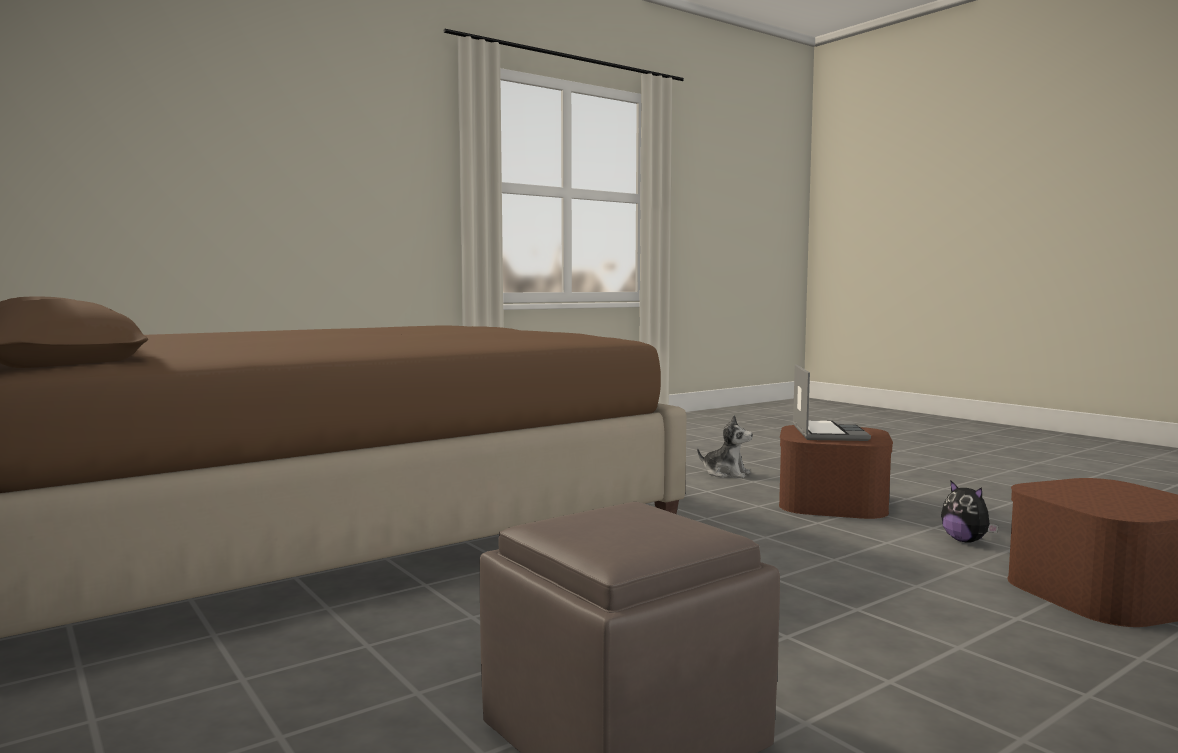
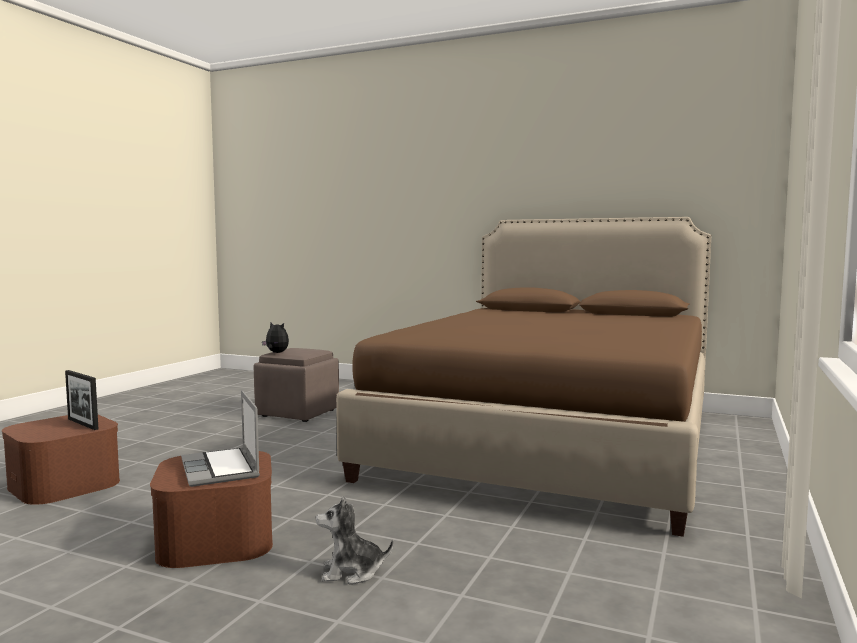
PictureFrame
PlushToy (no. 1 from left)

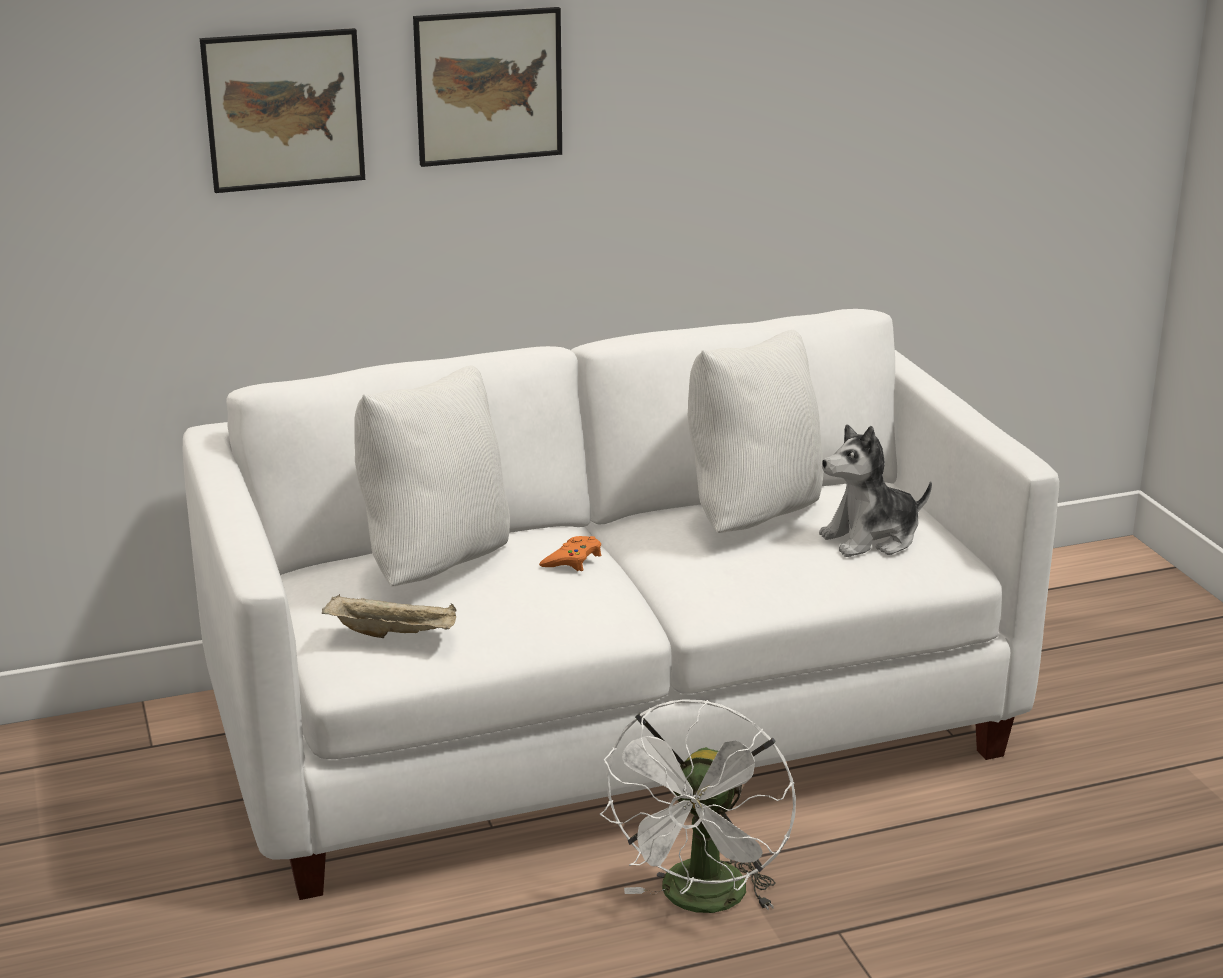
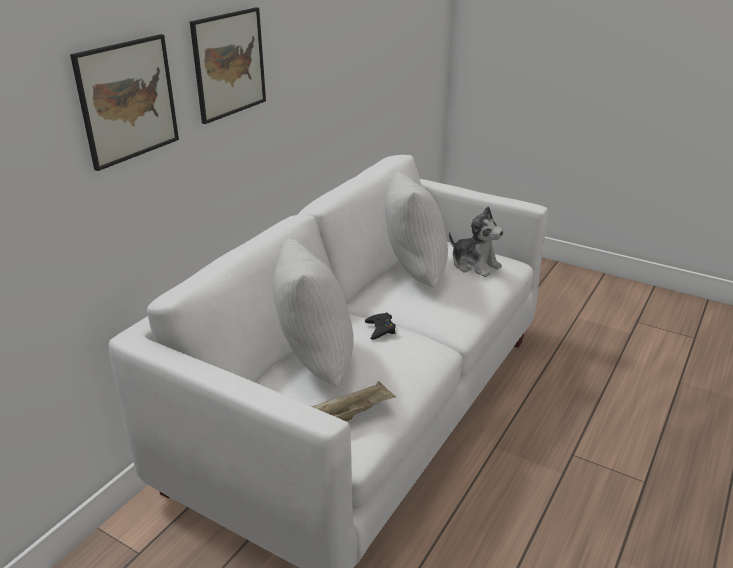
BlackGameController
PlushToy
WhiteFan

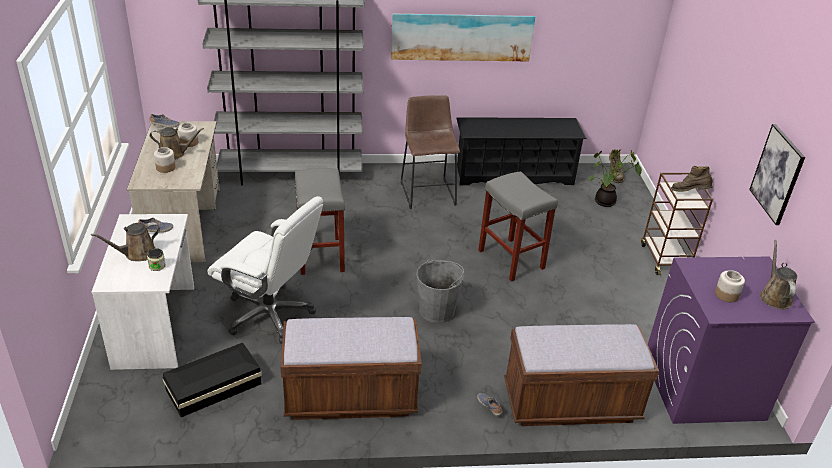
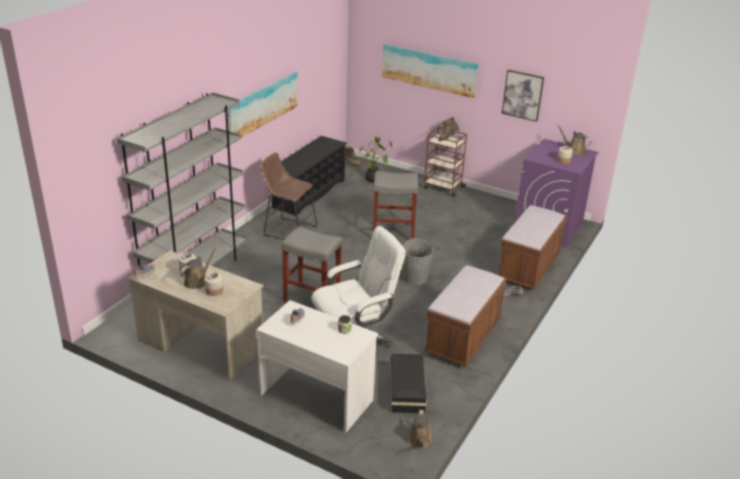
Picture (no. 2 from left)
BrownWateringCan (no. 2 from left)

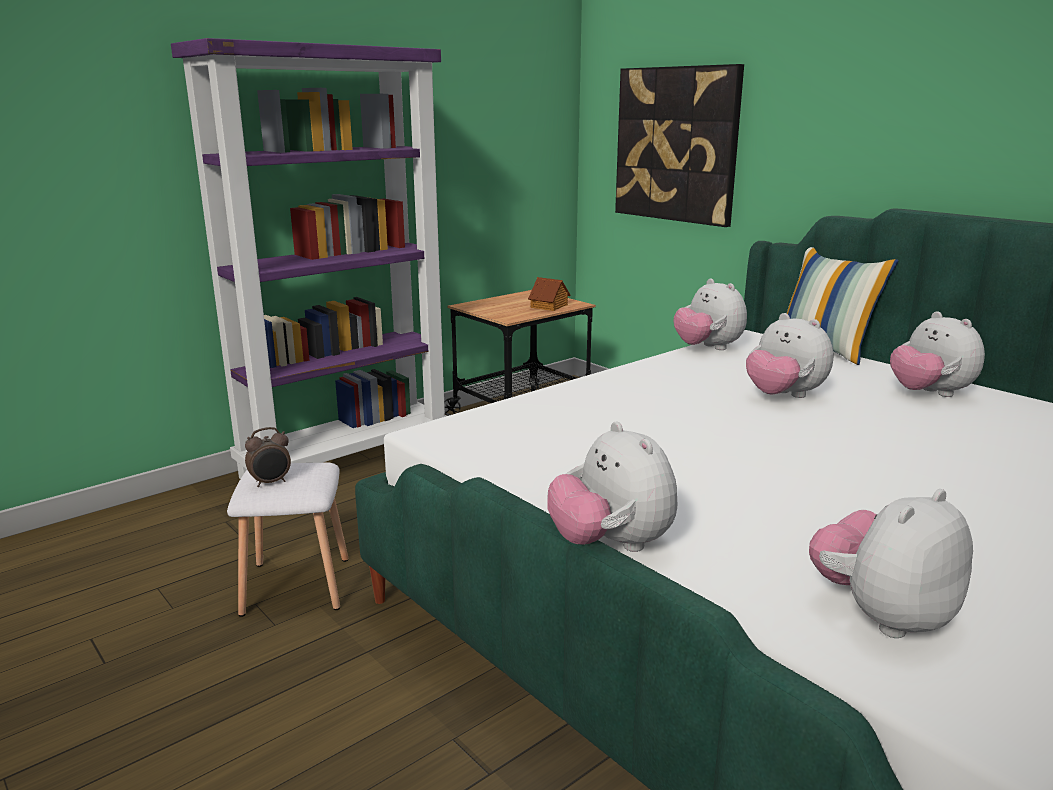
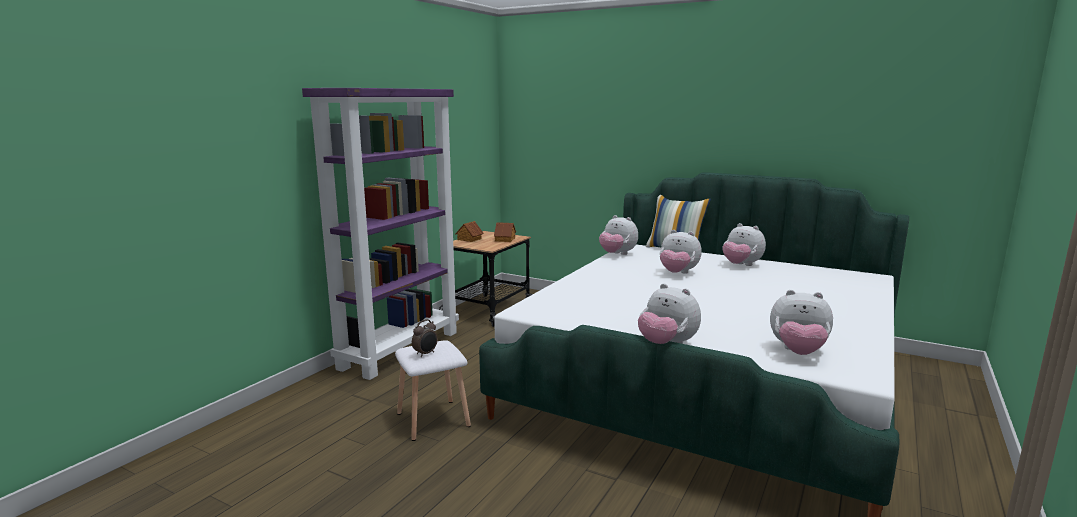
ToyHouse (no. 1 from left)
PlushToy (no. 5 from left)
Picture

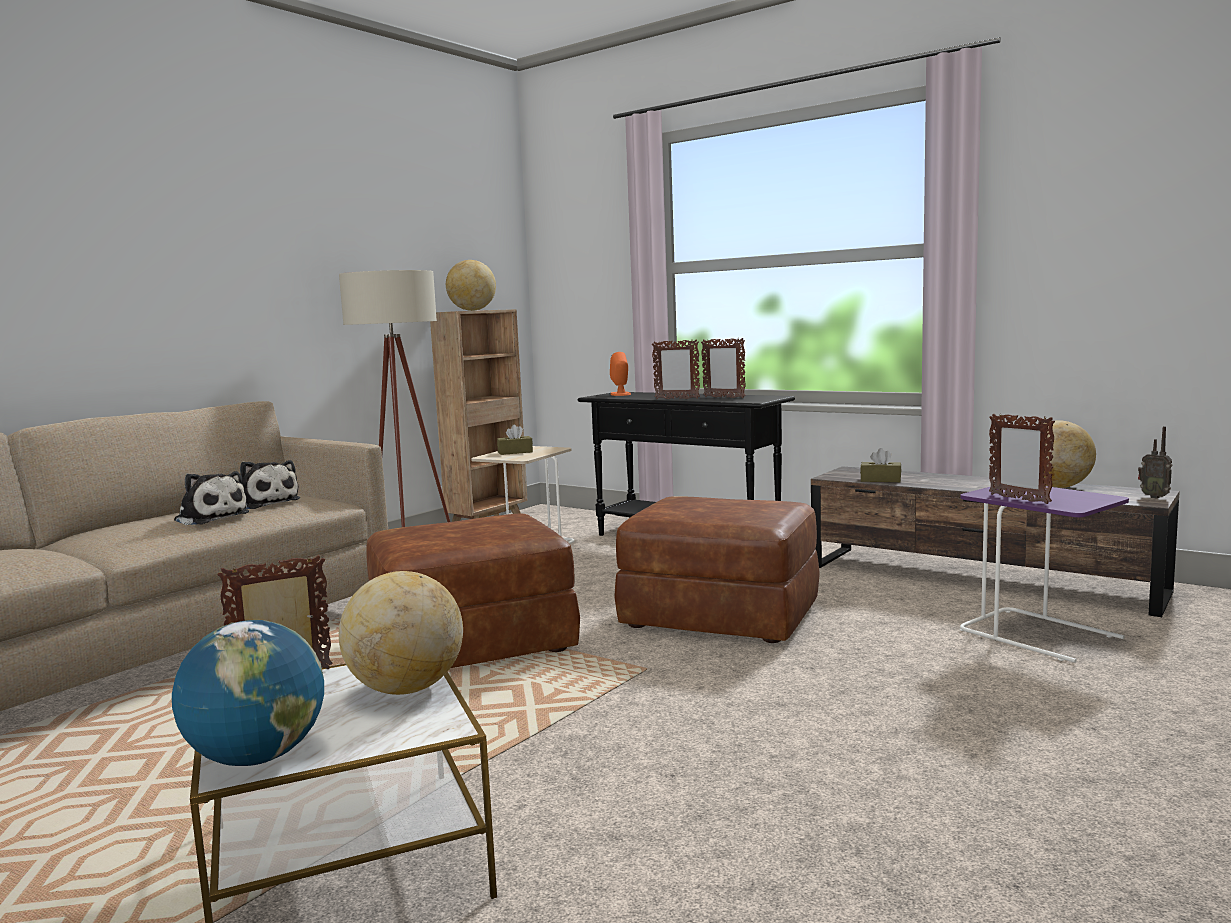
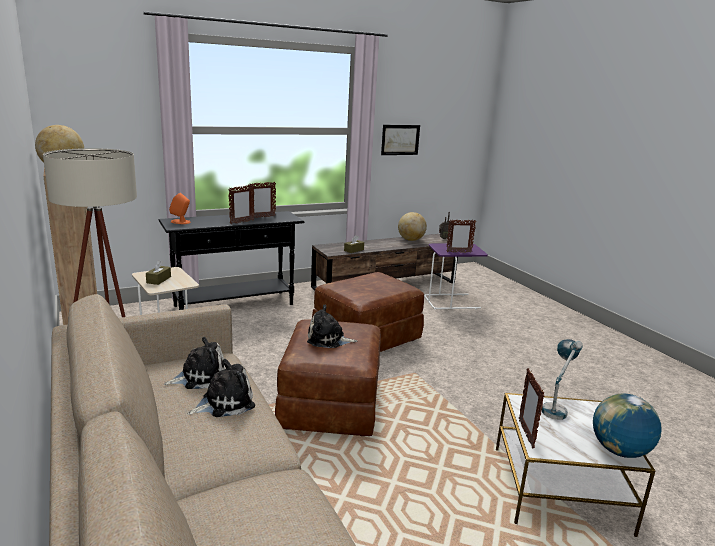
PlushToy (no. 3 from left)
Picture
TableLamp

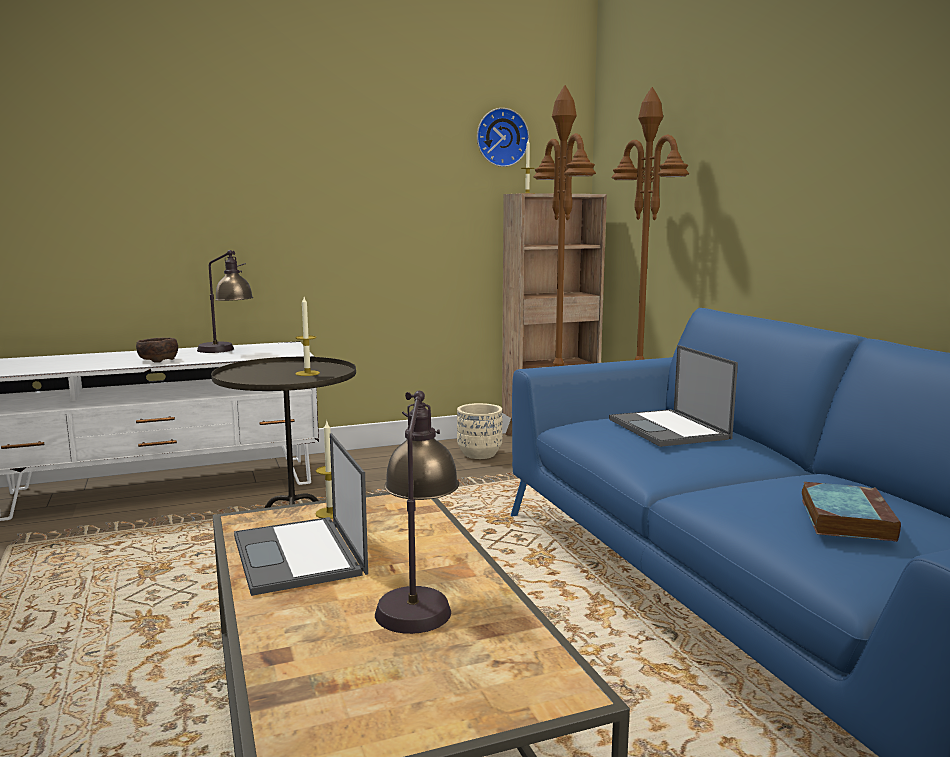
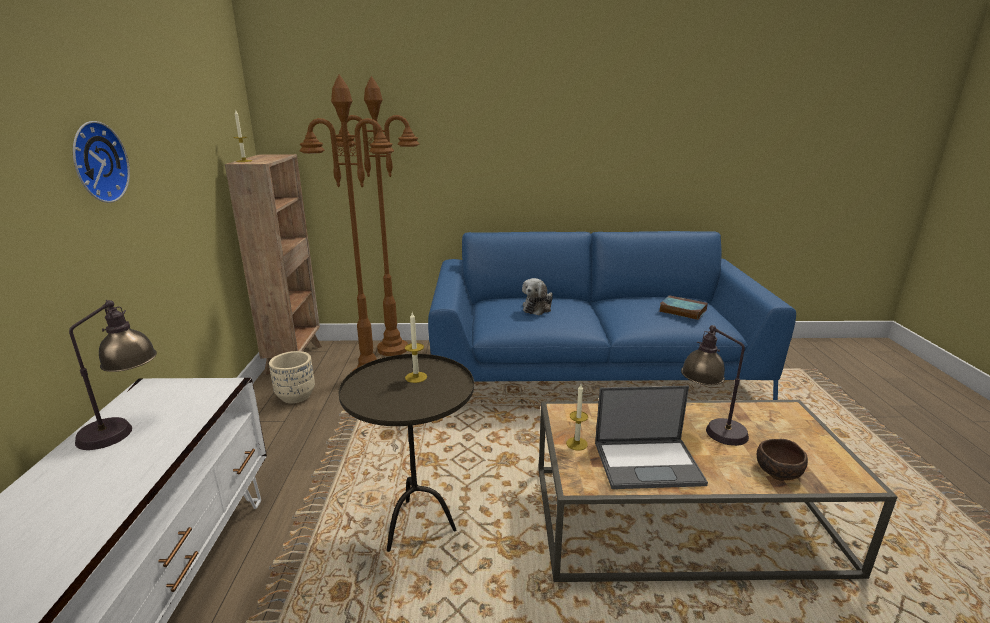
WallClock
PlushToy
BrownBowl

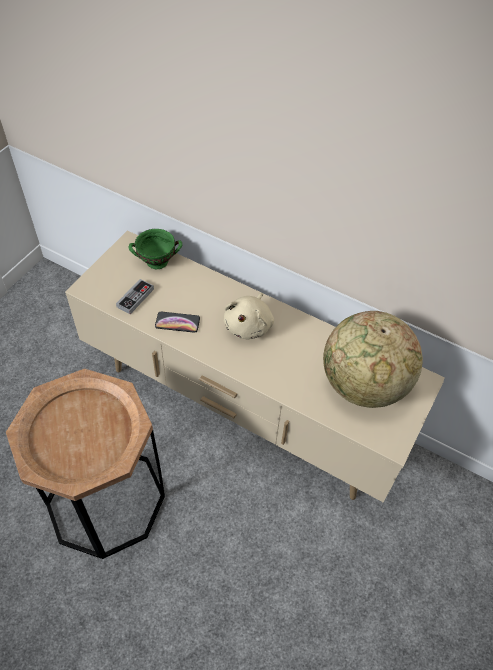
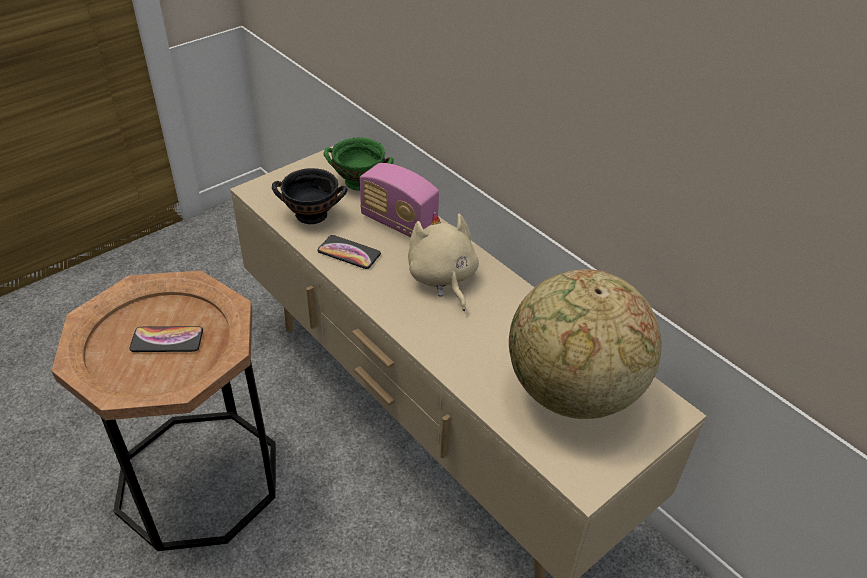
Phone (no. 1 from left)
BlackBowl
Radio
BeigePlushToy

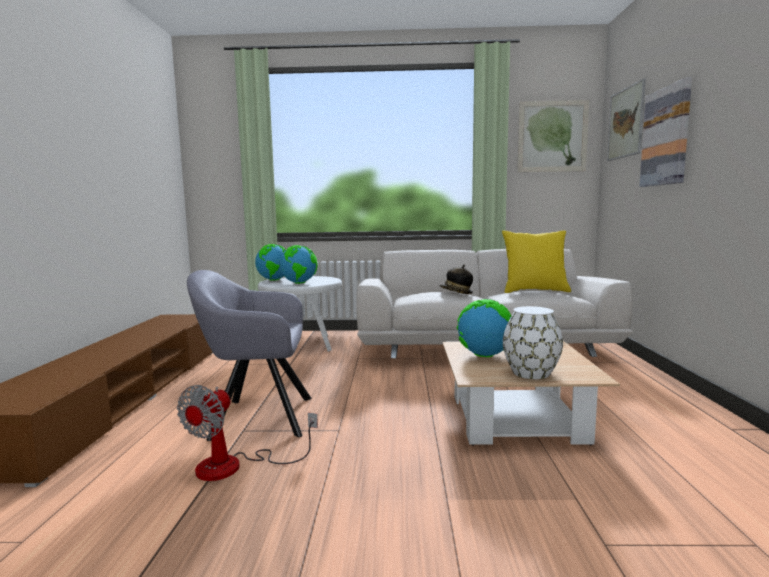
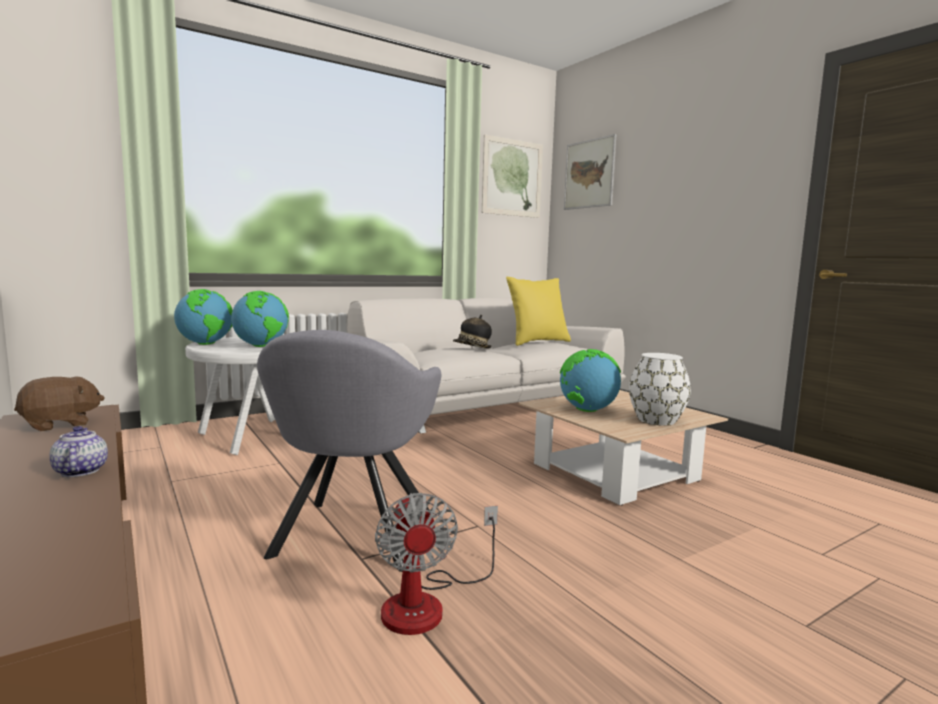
BrownPlushToy
Teapot
GreyArmchair
Picture (no. 3 from left in the first image)

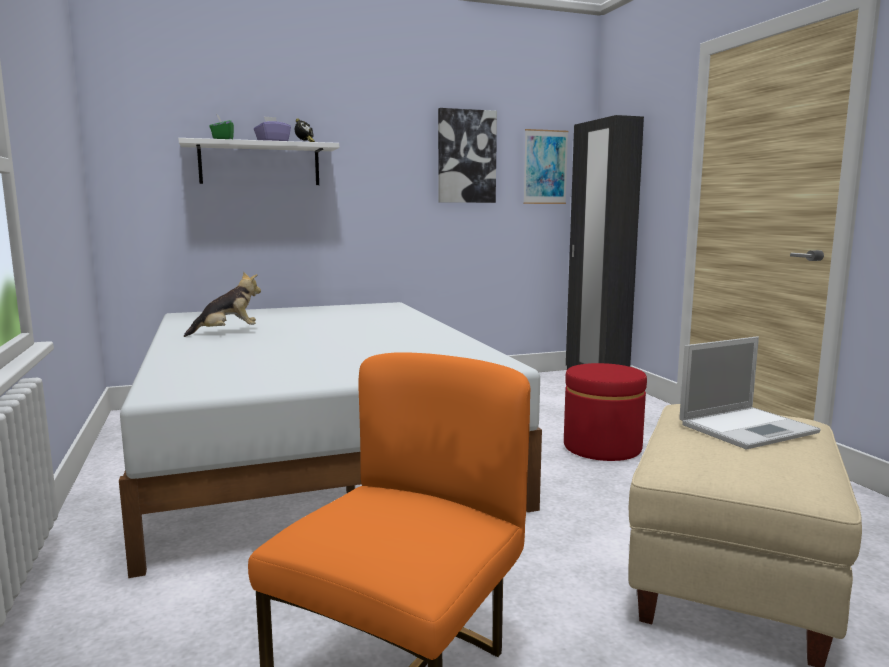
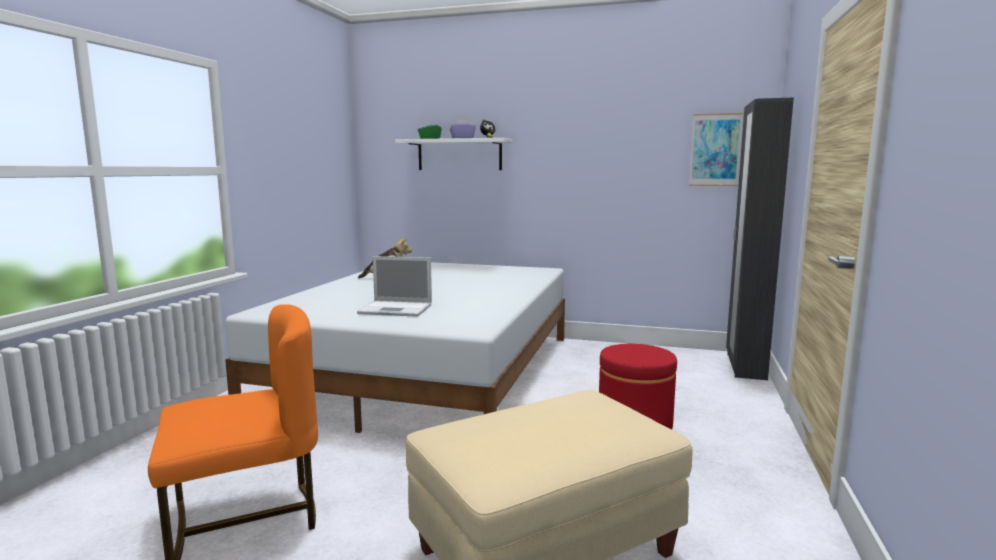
Laptop
Picture (no. 1 from left in the first image)

